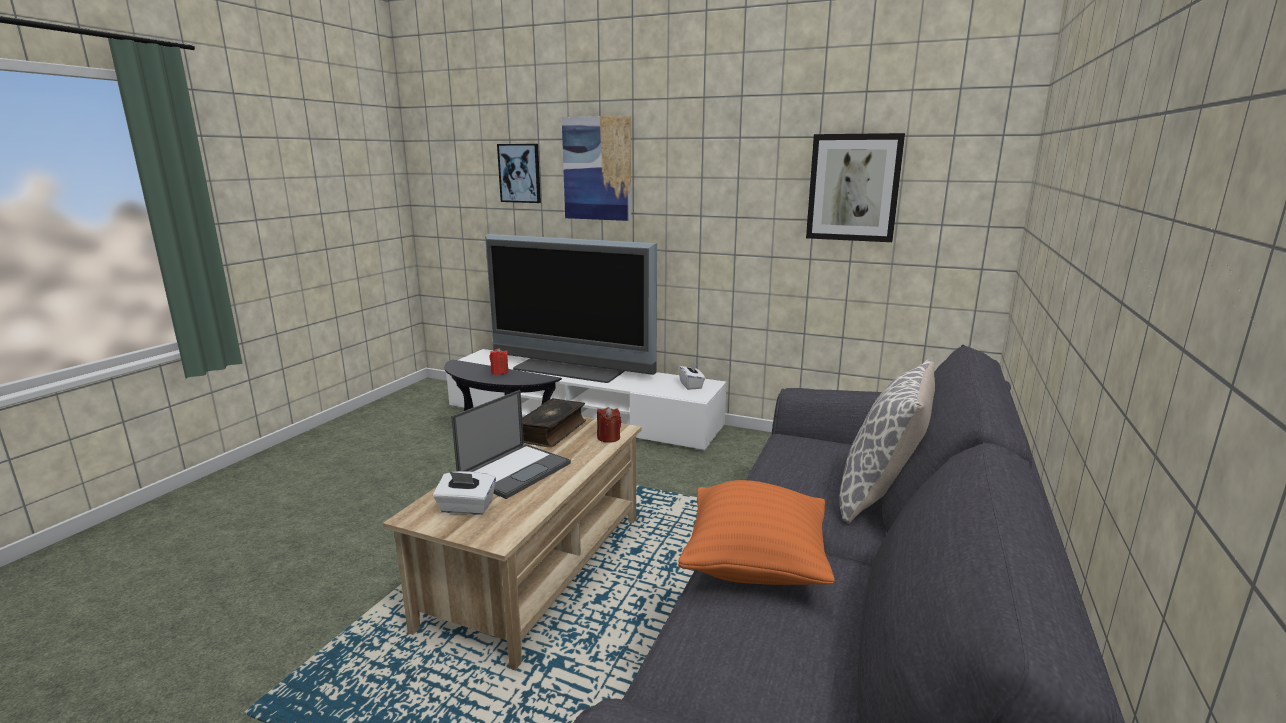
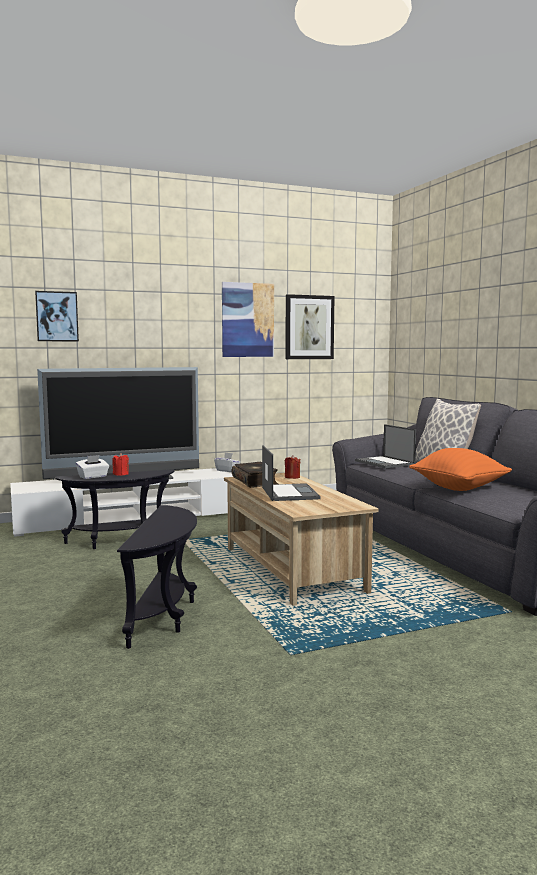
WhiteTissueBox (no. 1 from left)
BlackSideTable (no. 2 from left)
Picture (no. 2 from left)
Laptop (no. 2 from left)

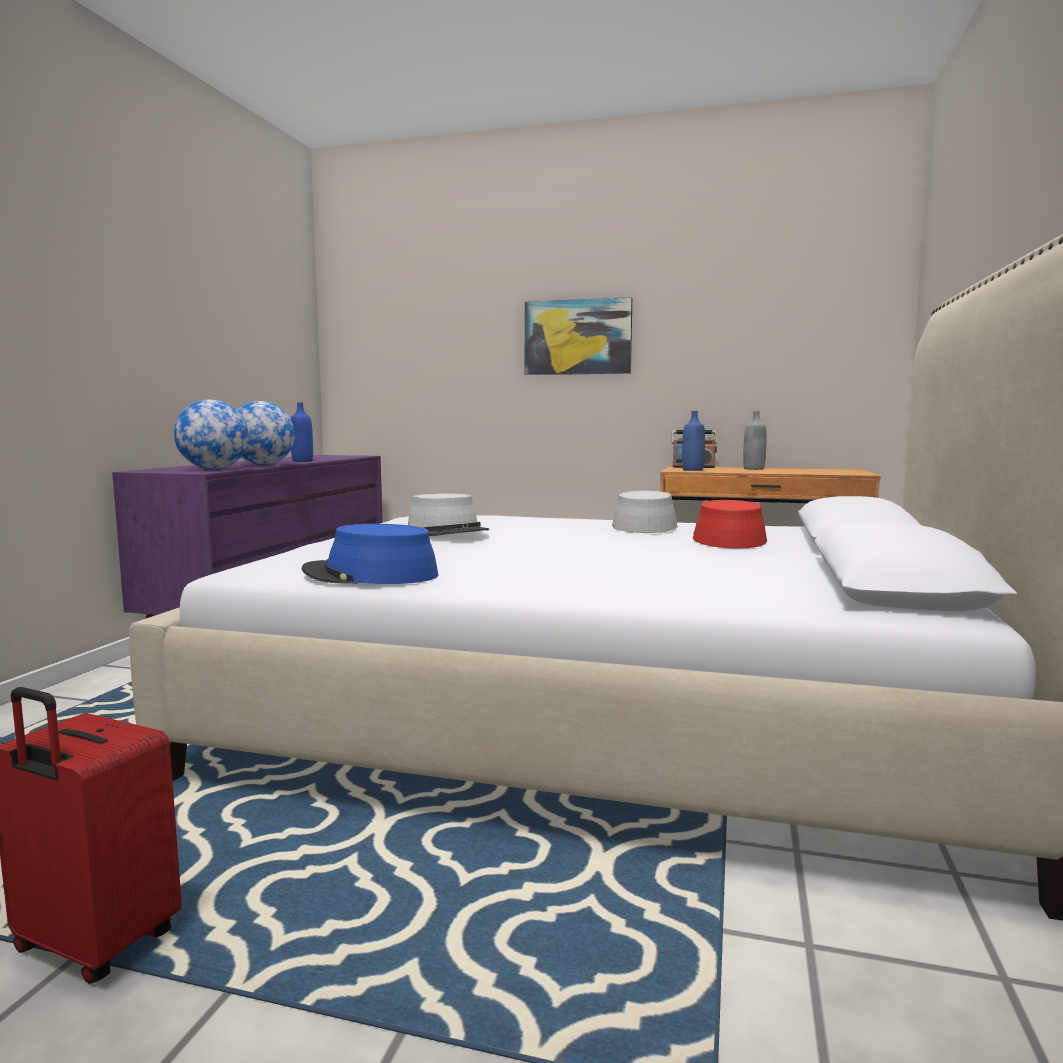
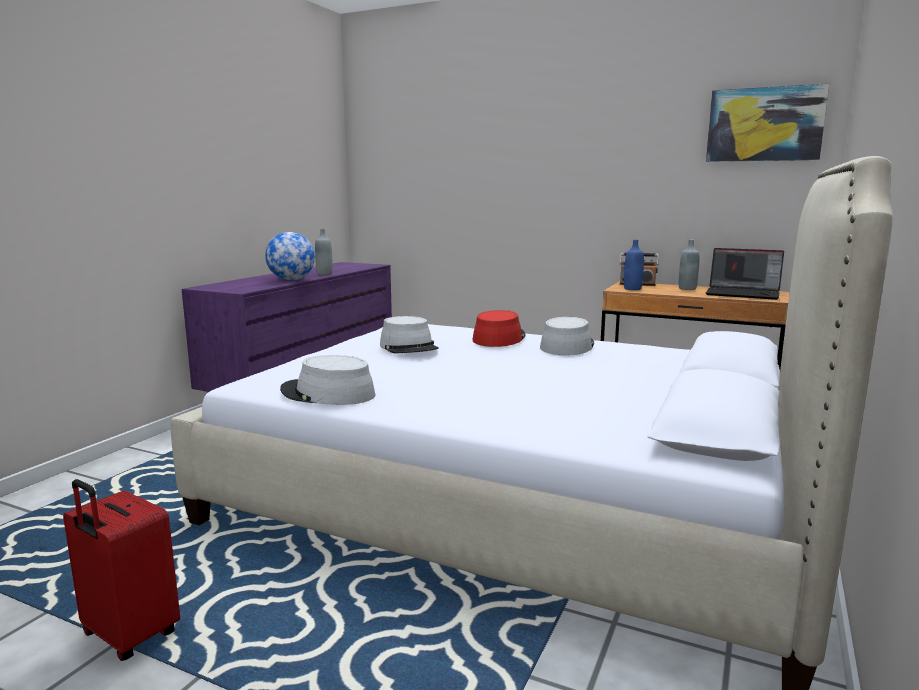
GreyHat (no. 1 from left)
GreyBottle (no. 1 from left)
RedHat
Laptop
Picture
Globe (no. 1 from left in the first image)

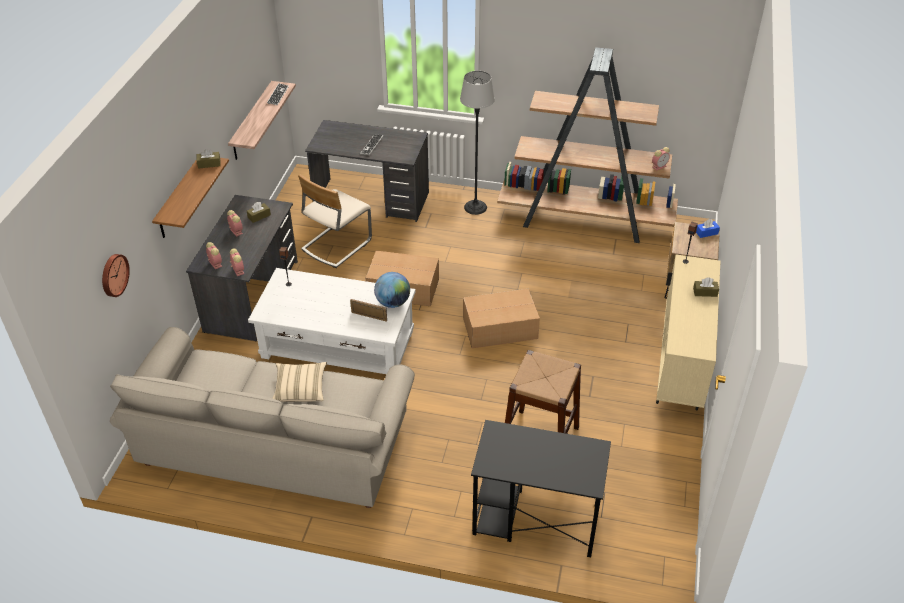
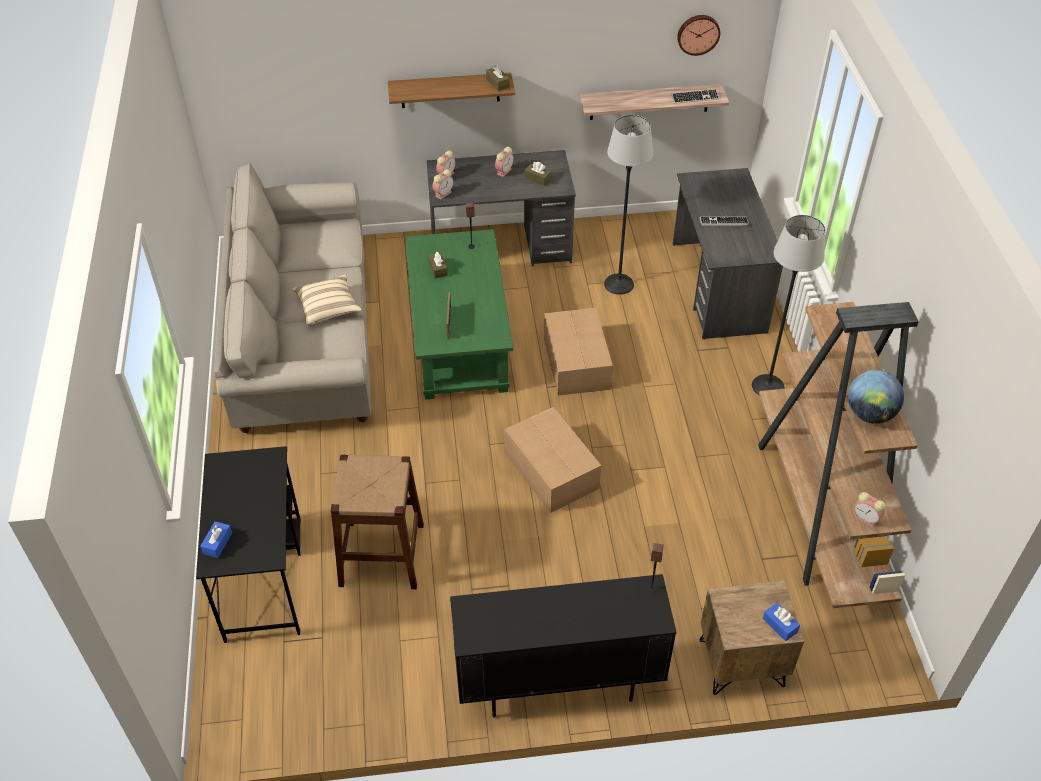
BlueTissueBox (no. 1 from left)
GreenCoffeeTable
BrownTissueBox (no. 1 from left)
BlackCabinet
FloorLamp (no. 1 from left)
WallClock
Globe

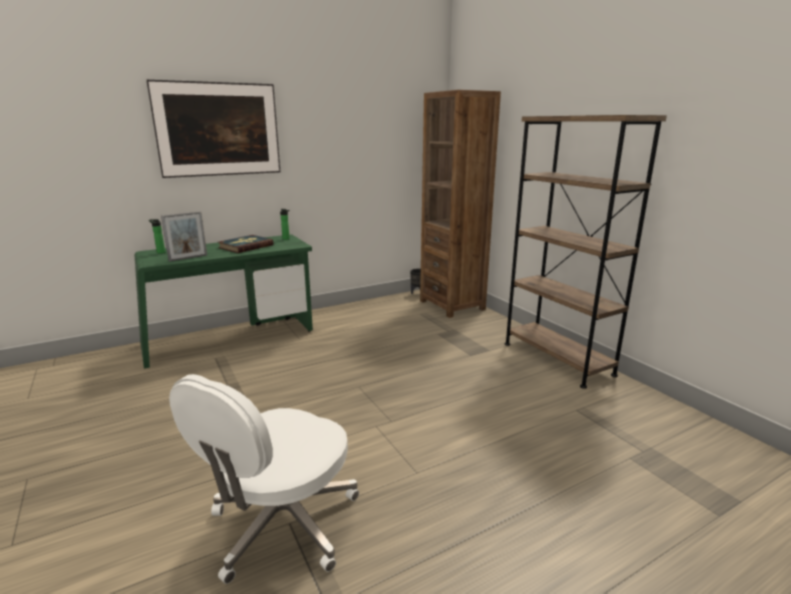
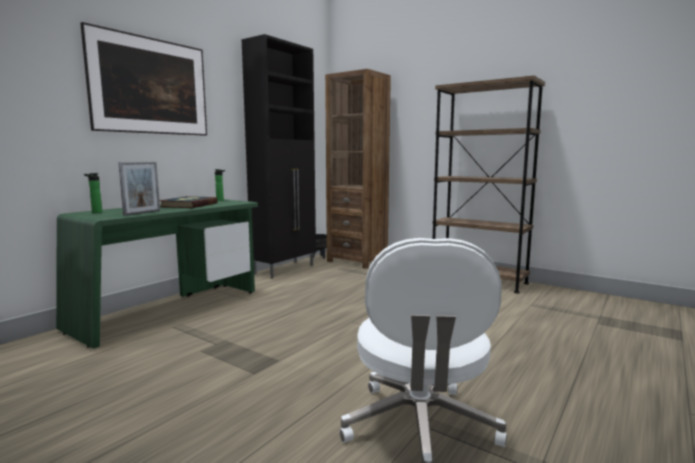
BlackCabinet

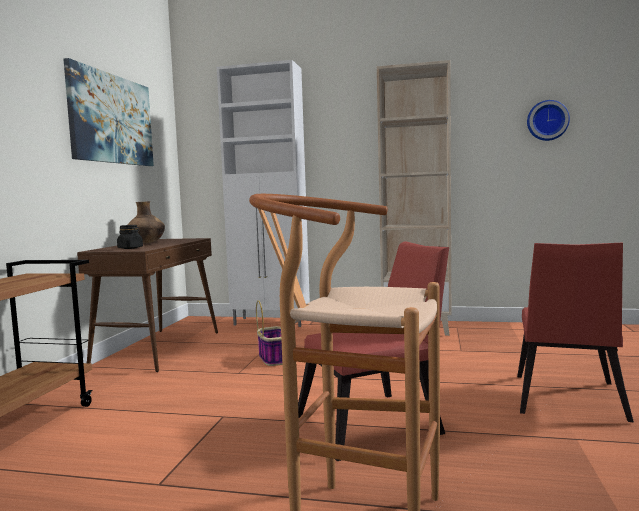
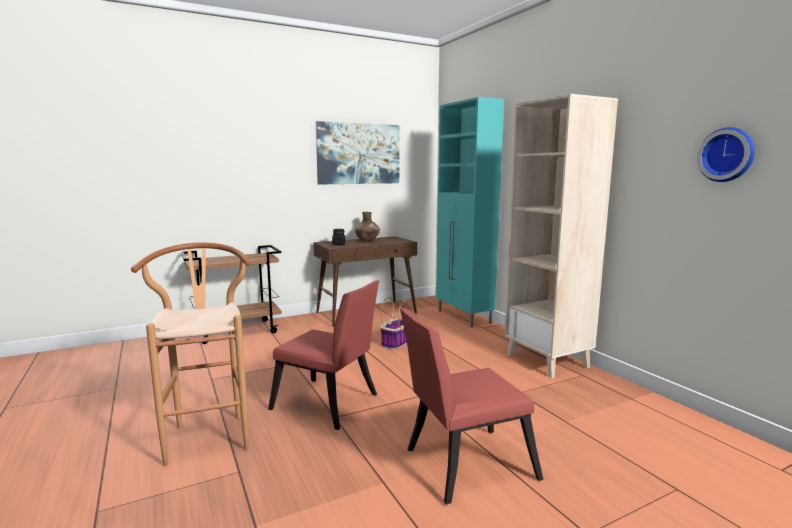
TurquoiseCabinet

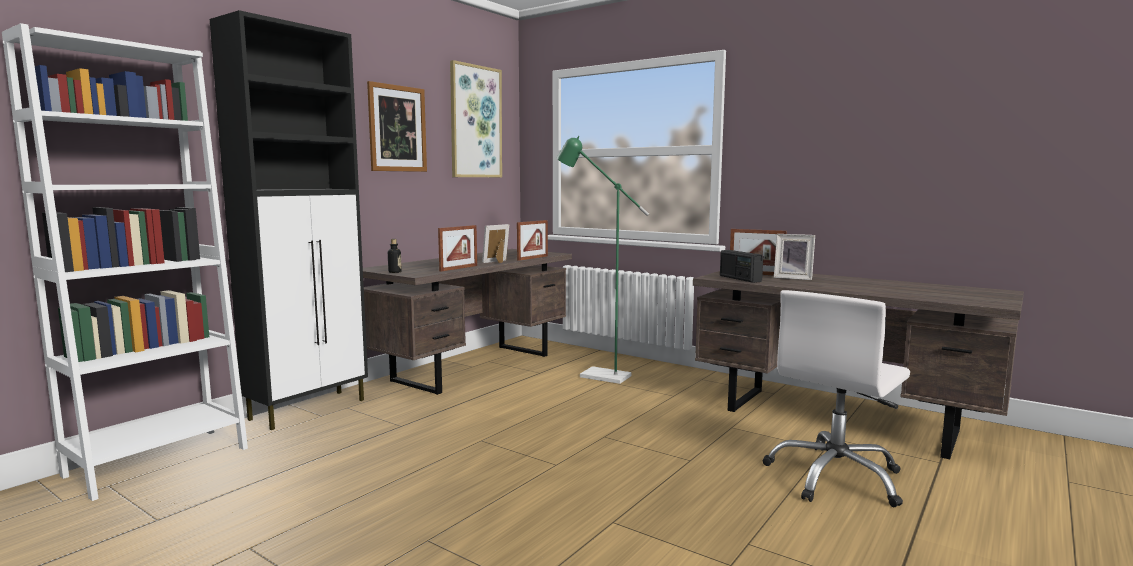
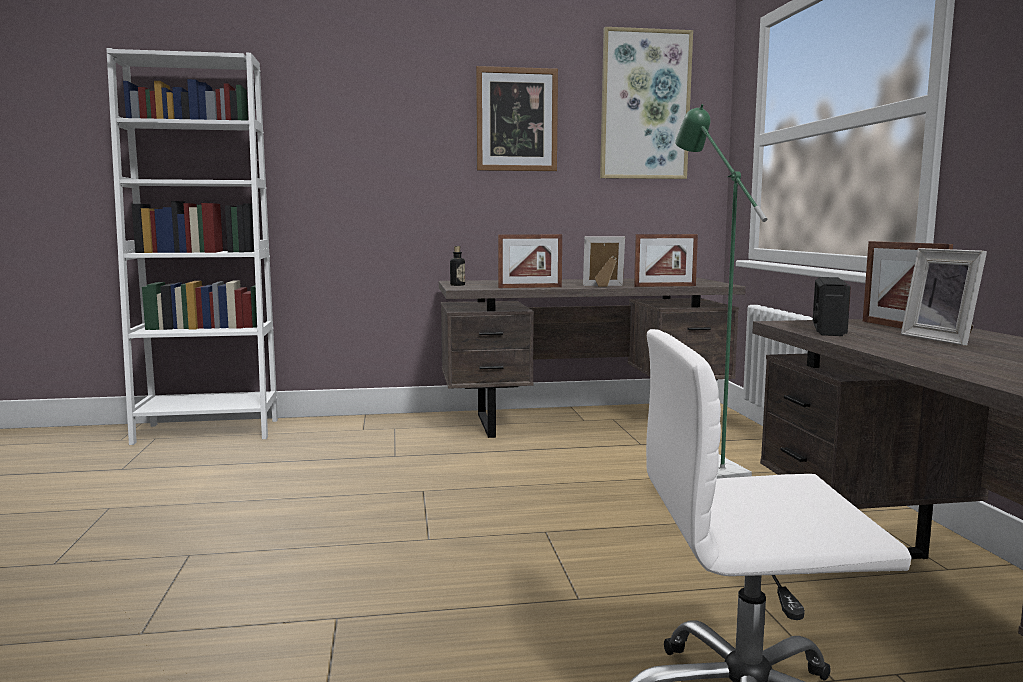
BlackCabinet

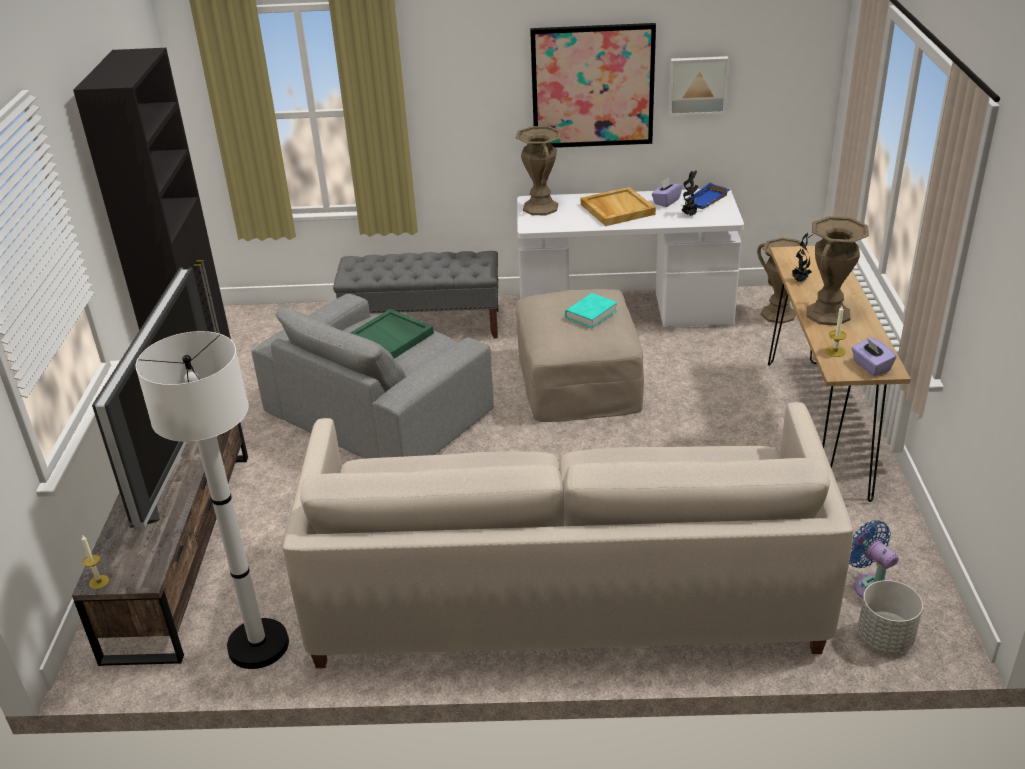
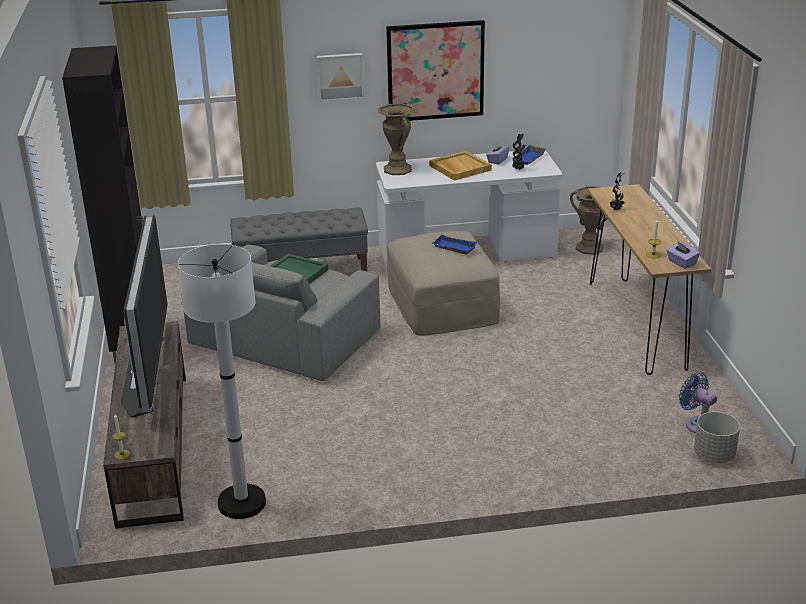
Picture (no. 1 from left)
BlueTray (no. 1 from left)
BeigeSofa
BrownVase (no. 3 from left in the first image)

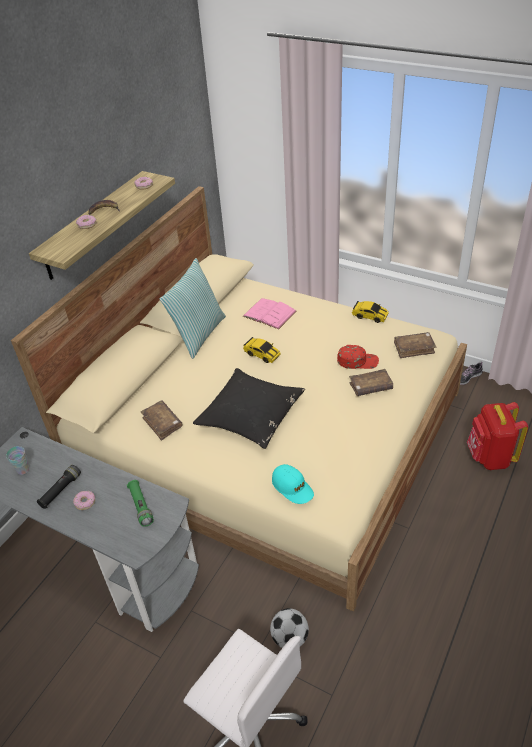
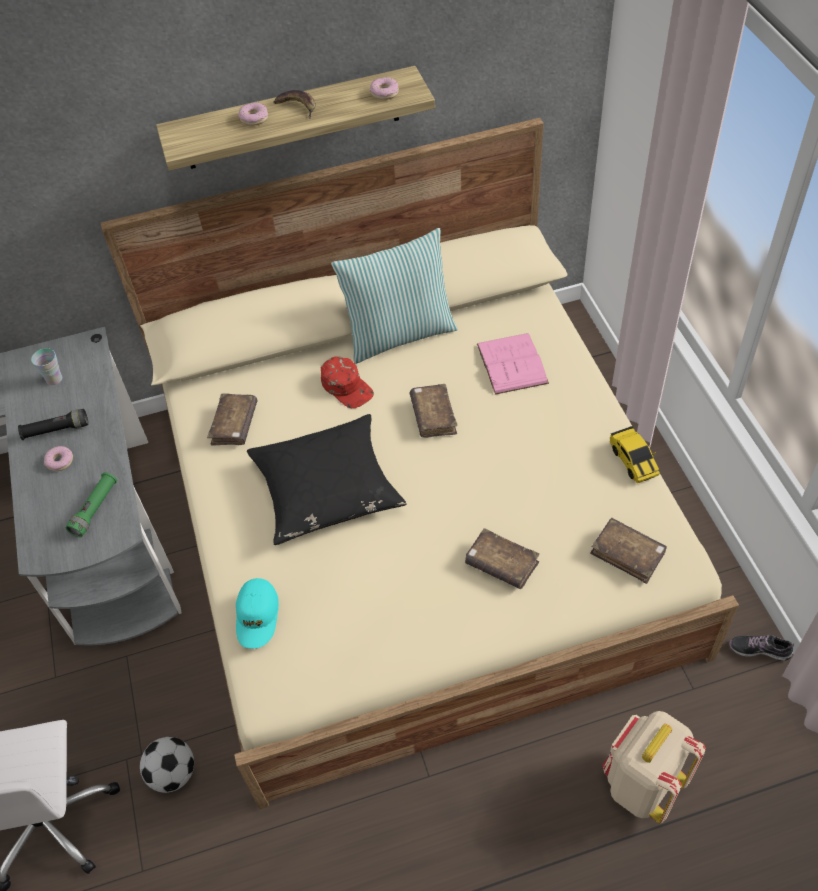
RedCap
BrownBook (no. 2 from left)
BeigeBackpack

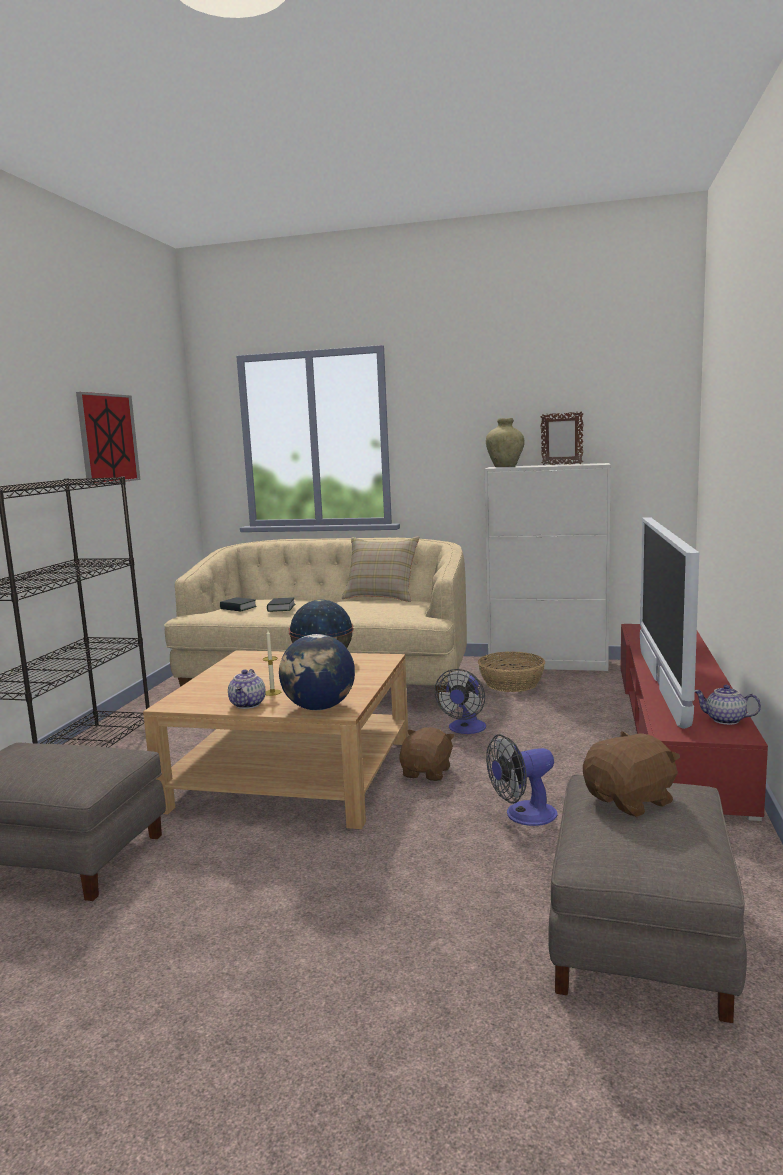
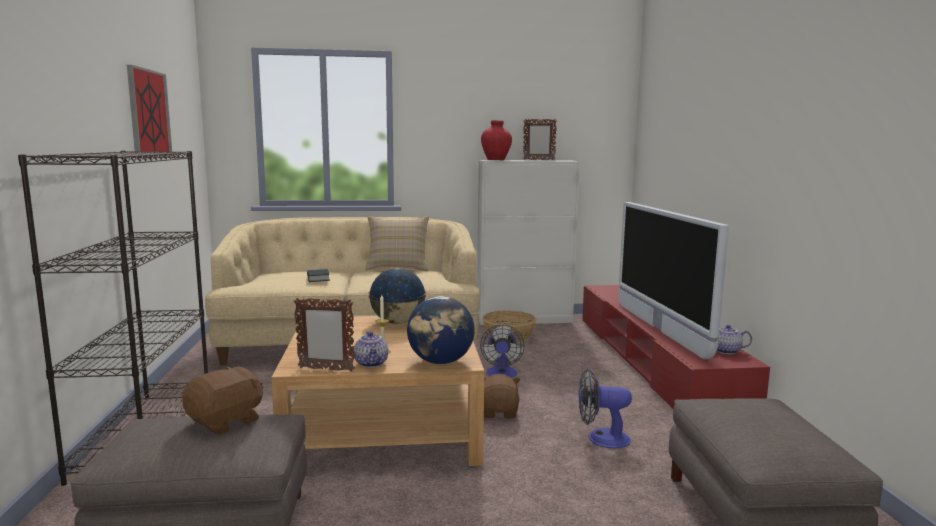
BrownPlushToy (no. 1 from left)
PictureFrame (no. 1 from left)
RedVase
Fan (no. 2 from left)
Book (no. 1 from left in the first image)

